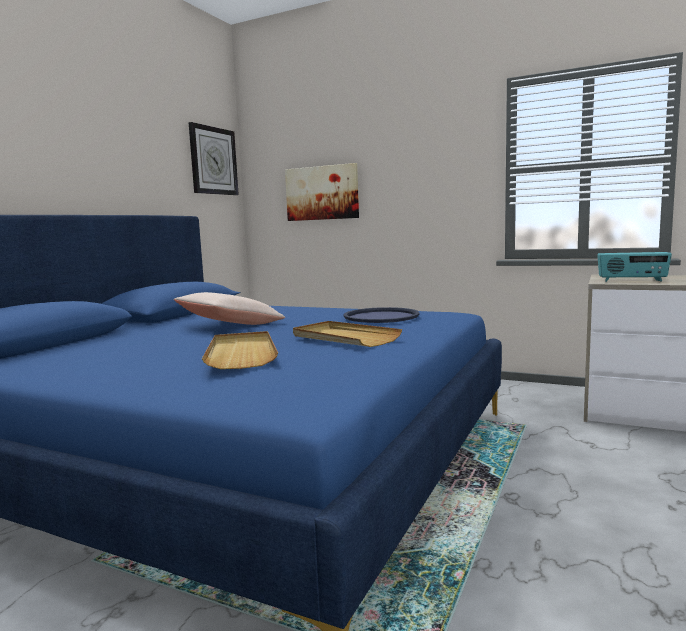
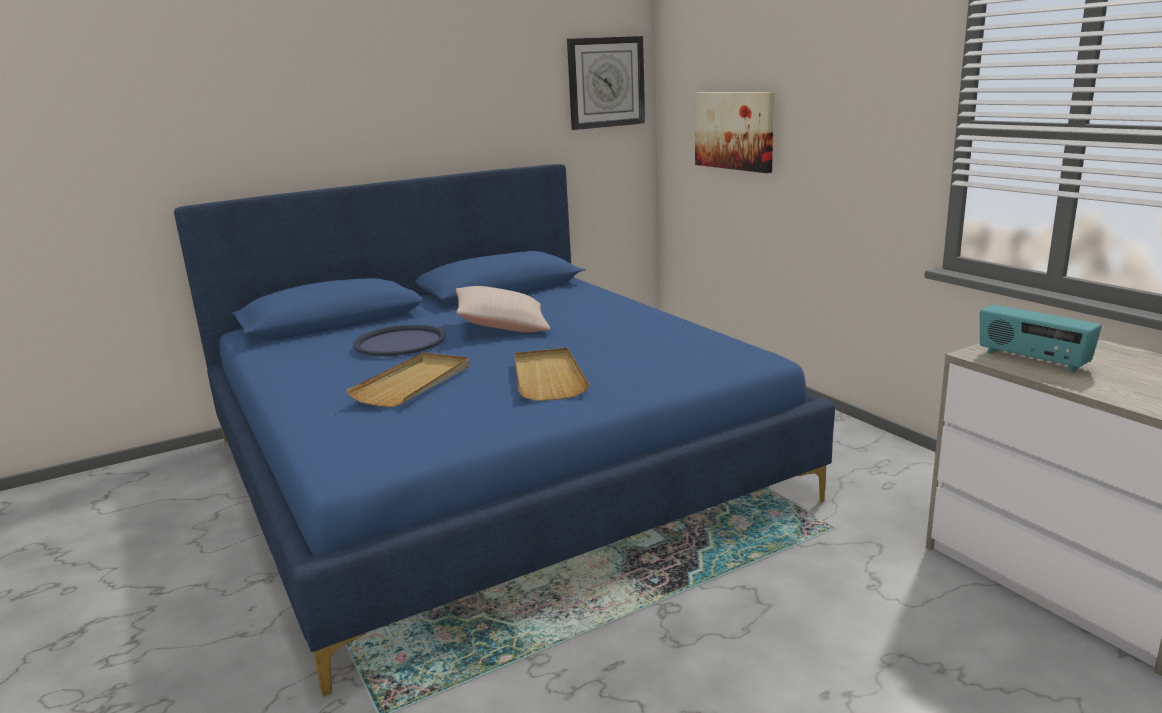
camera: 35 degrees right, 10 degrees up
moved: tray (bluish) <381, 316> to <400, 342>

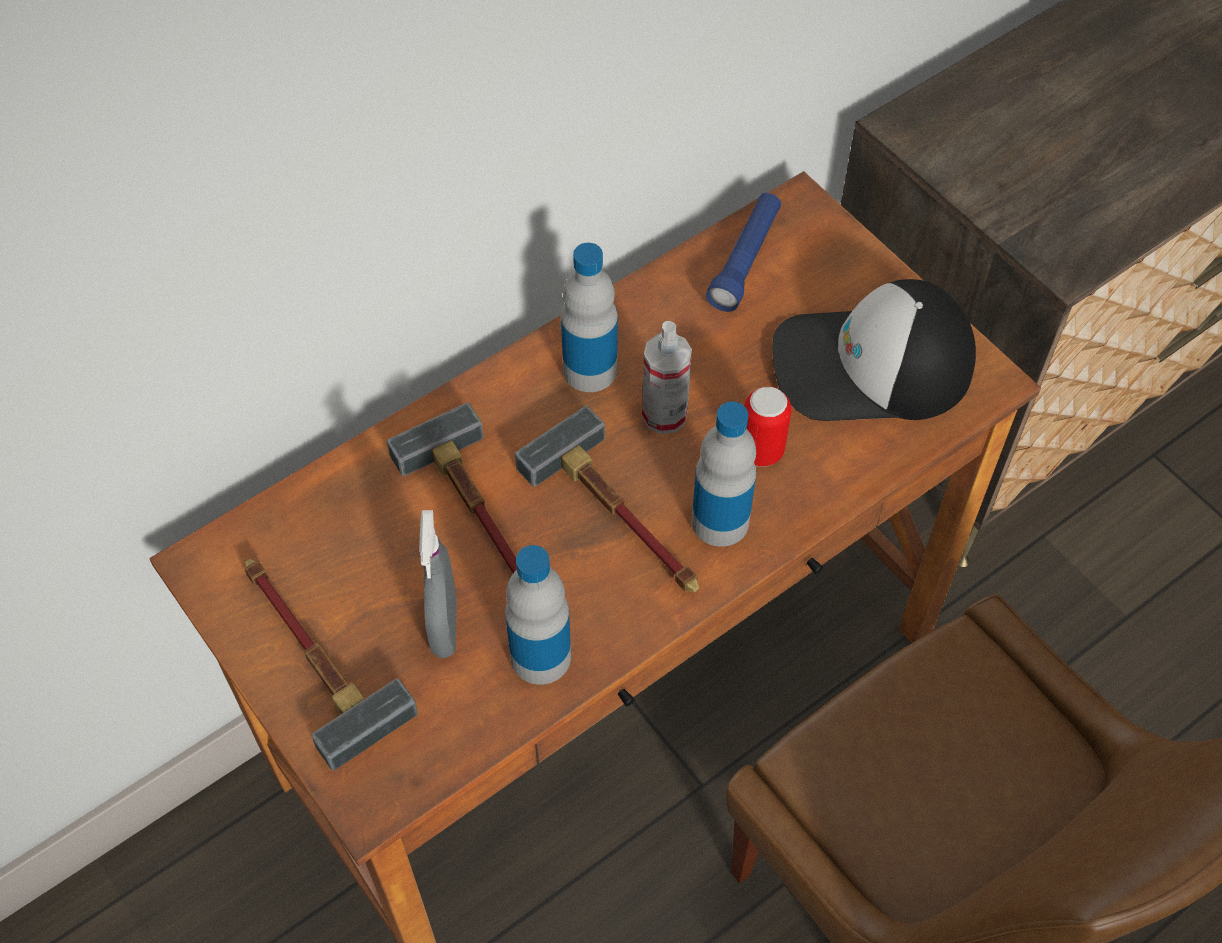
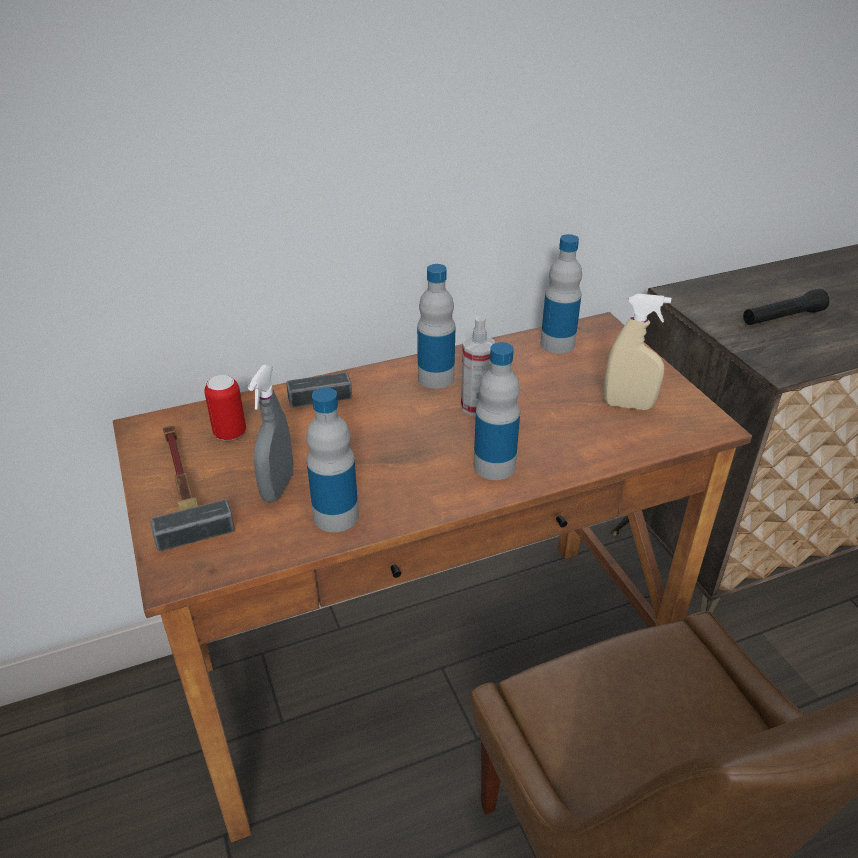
camera: 15 degrees right, 20 degrees down
removed: hammer <621, 518>
added: hand torch (blackish) <782, 318>
moved: metal can <761, 451> to <230, 433>
replaced: hand torch (bluish) <745, 260> to beverage bottle <557, 344>; cap <870, 366> to spray bottle (beige) <628, 405>

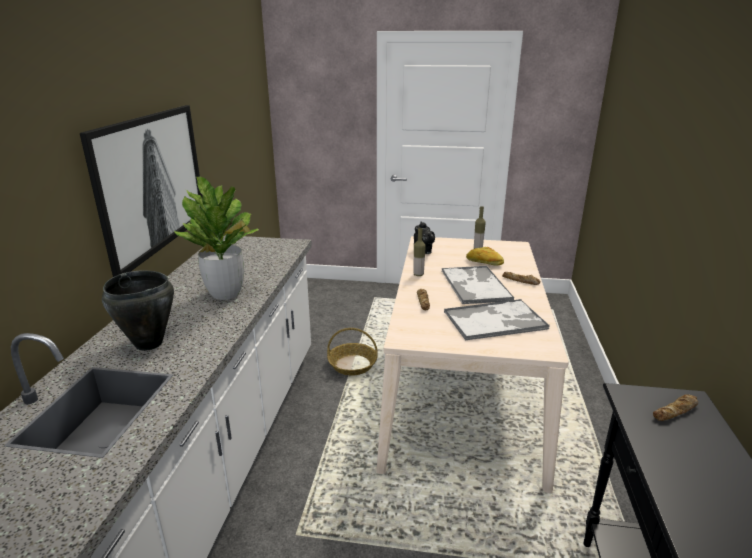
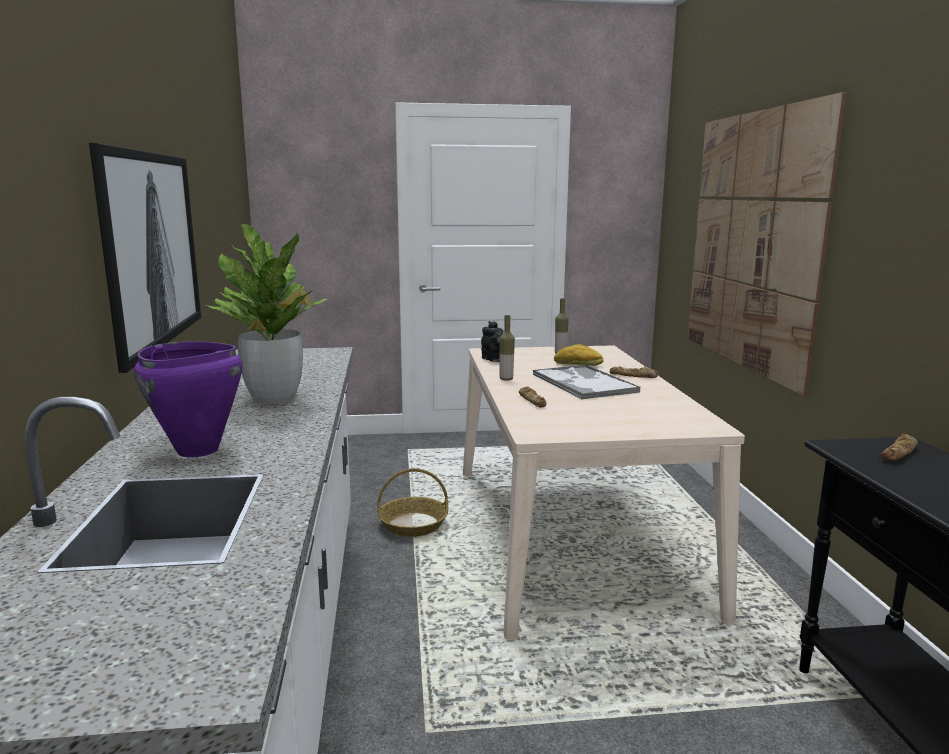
camera: 15 degrees left, 10 degrees down
removed: tray <495, 320>
added: picture <752, 241>
recoloured: saucepot (blackish) <148, 344> to saucepot (purple) <197, 451>

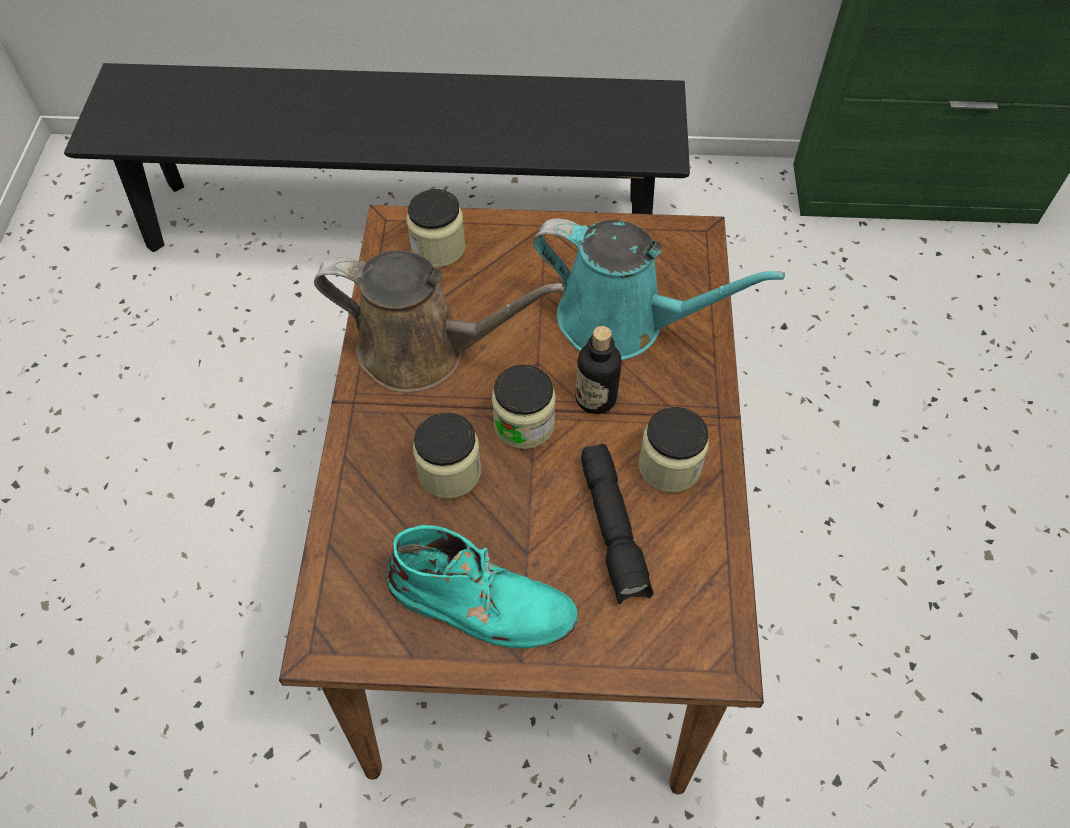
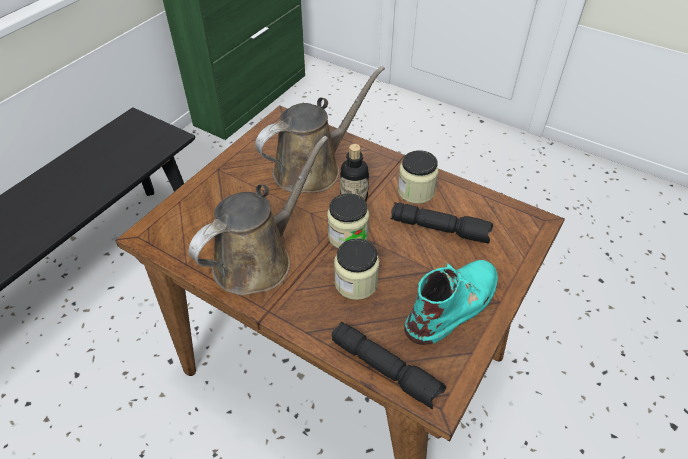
camera: 60 degrees left, 10 degrees down
removed: jar <438, 248>
added: hand torch (blackish) <386, 369>
recoloured: watering pot (turquoise-coloured) <621, 322> to watering pot (brown) <313, 168>

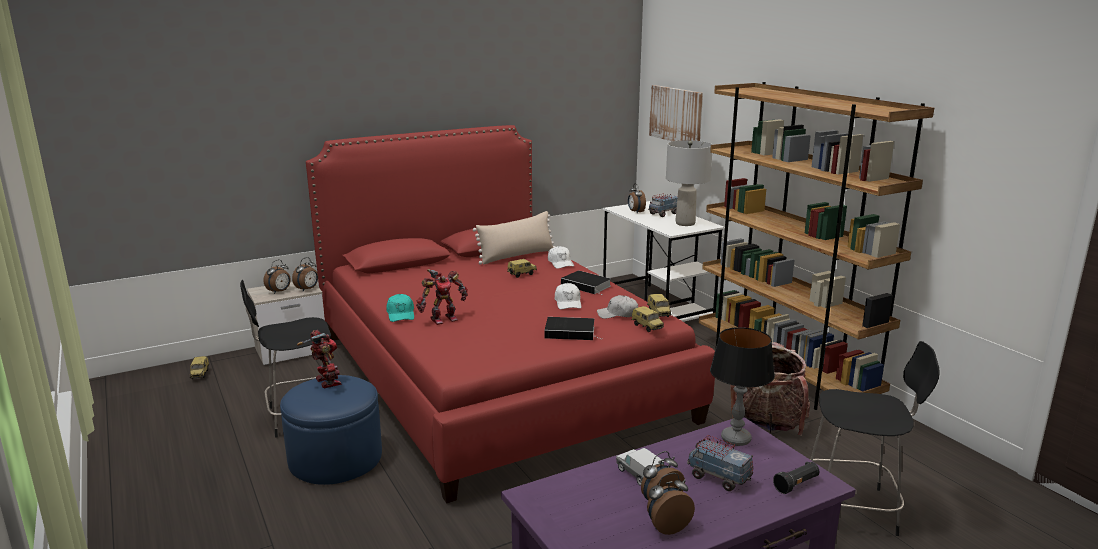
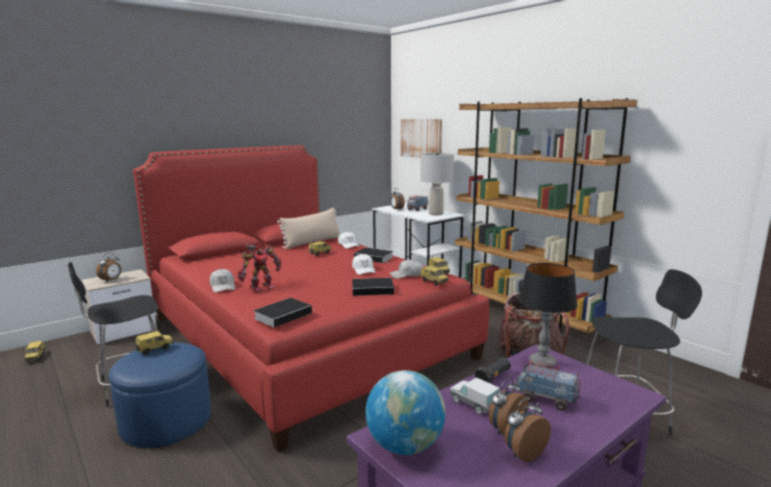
camera: 10 degrees left, 5 degrees down
removed: bedside clock <307, 289>
added: bound book <284, 315>; globe <405, 446>
moved: hand torch (blackish) <796, 485> to <493, 378>
replaced: toy robot <326, 382> to model car <155, 349>
recoloured: cap (turquoise-coloured) <401, 314> to cap (white-coloured) <223, 286>

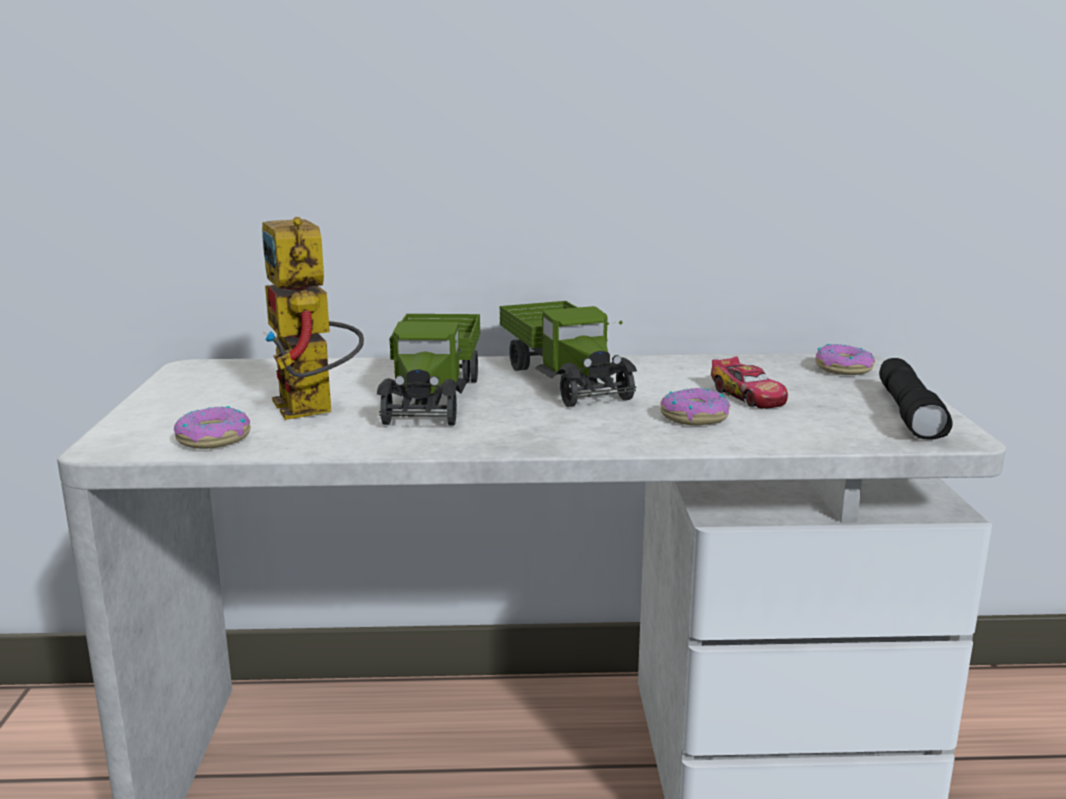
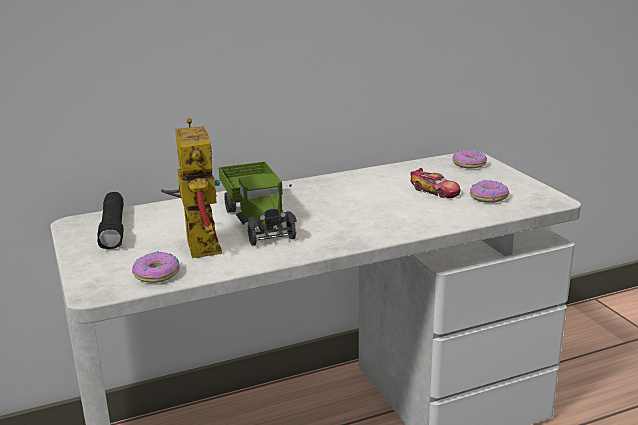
camera: 20 degrees left, 5 degrees up
removed: toy truck <566, 378>
moved: hand torch (blackish) <910, 414> to <114, 229>; ring doughnut <694, 417> to <488, 197>
turned: toy robot <313, 410> = <197, 243> 150 degrees counterclockwise

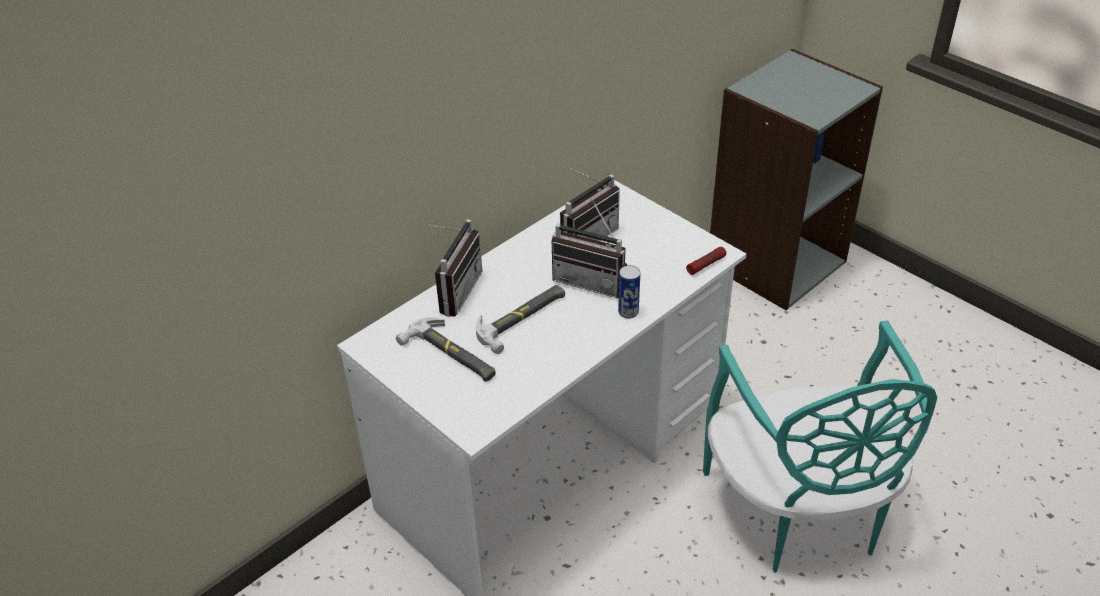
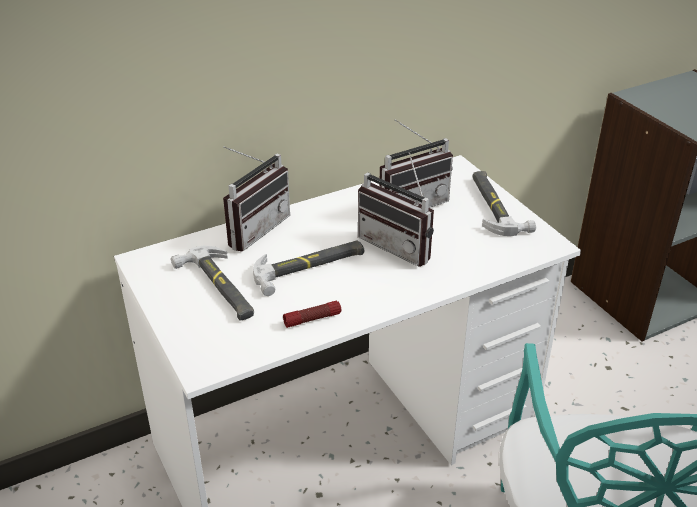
camera: 15 degrees right, 5 degrees down
removed: metal can <628, 312>
added: hammer <495, 206>
moved: hand torch <706, 265> to <312, 319>

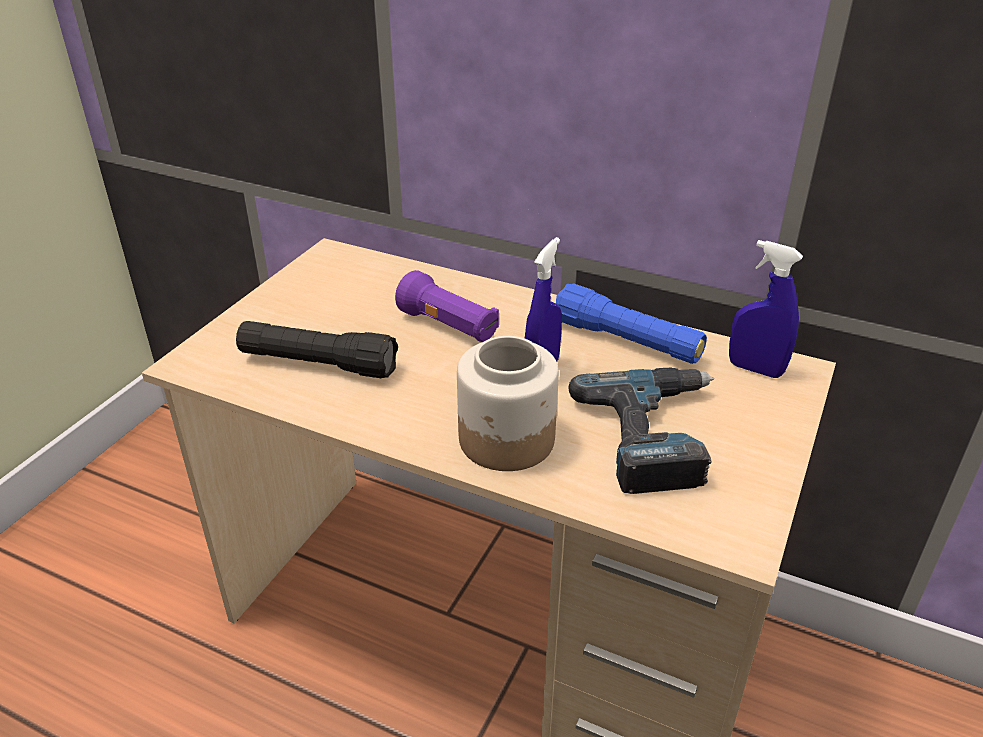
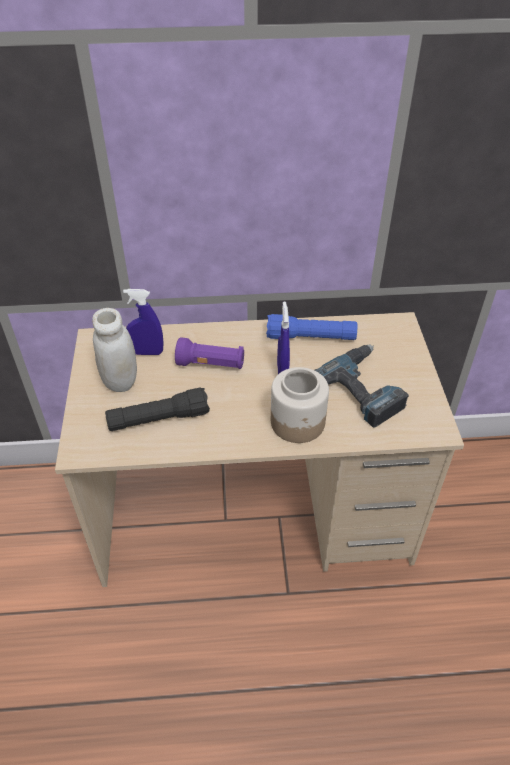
camera: 30 degrees left, 10 degrees up
added: jar (white-coloured) <120, 381>
moved: spray bottle (bluish) <755, 369> to <147, 352>

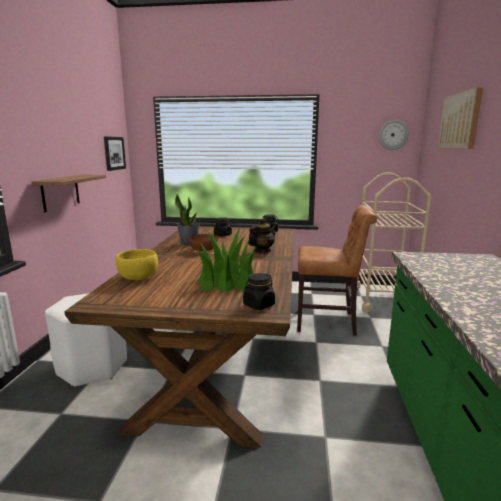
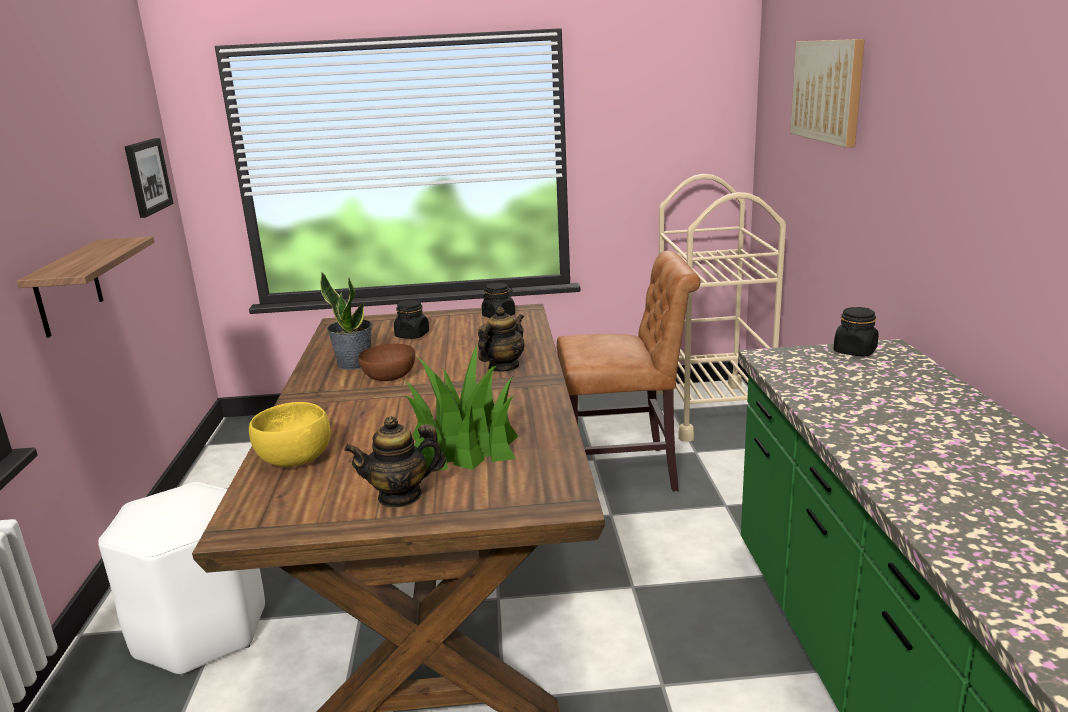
camera: 10 degrees left, 5 degrees up
removed: wall clock <393, 135>
added: pot for tea <400, 496>
moved: jar (blackish) <258, 305> to <855, 351>

